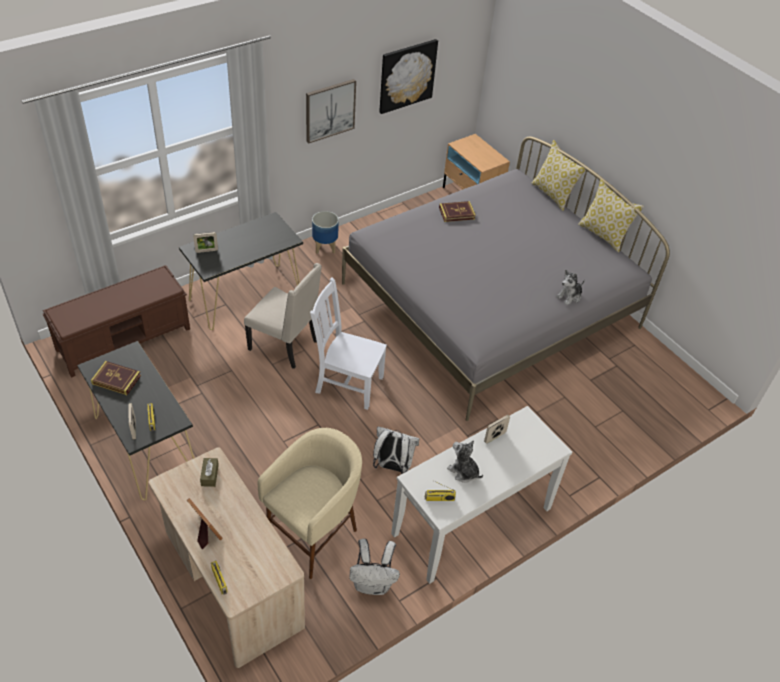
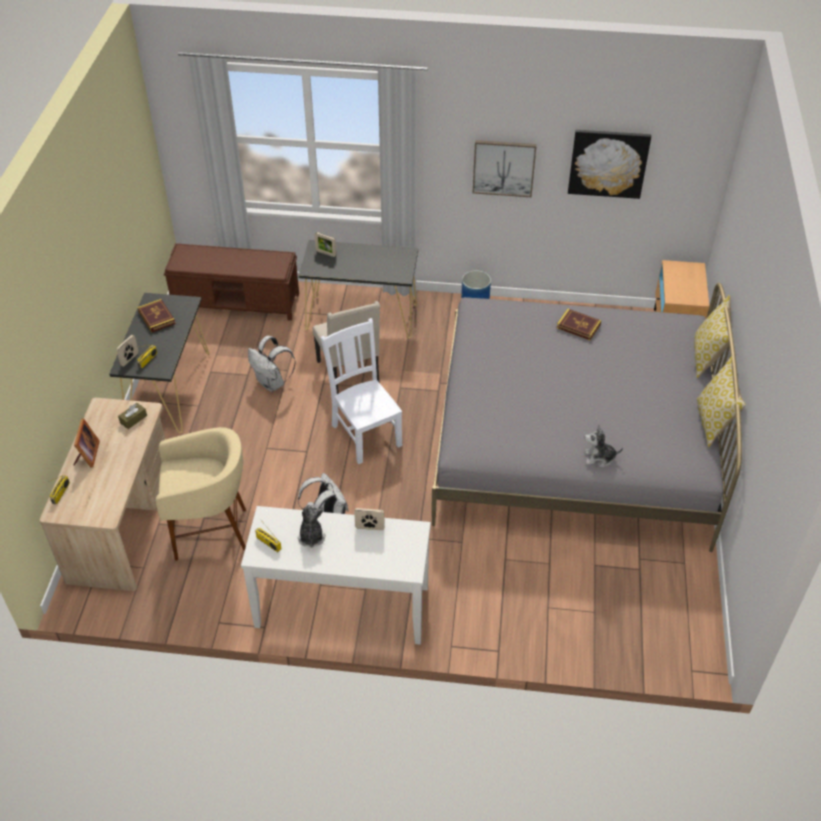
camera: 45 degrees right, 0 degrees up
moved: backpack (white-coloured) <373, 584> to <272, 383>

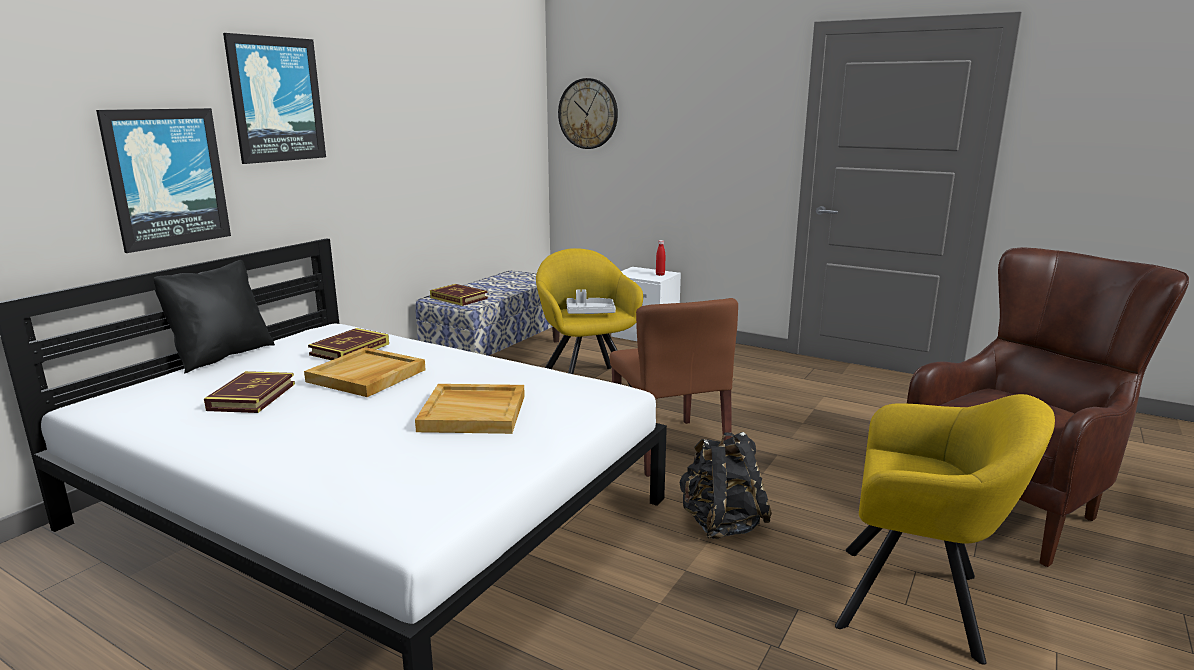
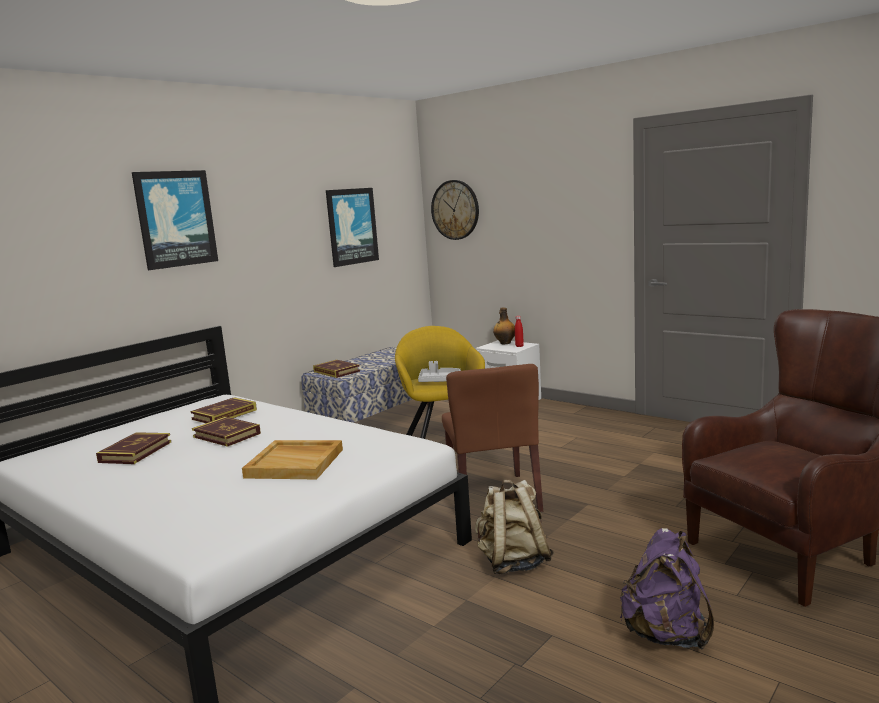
camera: 10 degrees right, 5 degrees down
removed: pillow (blackish) <221, 356>
added: beverage bottle <505, 343>
moved: picture <167, 178> to <351, 226>
replaced: tray (beige) <366, 376> to bound book <226, 435>; easy chair (yellowish) <920, 603> to backpack (purple) <666, 634>
recoloured: backpack (blackish) <721, 524> to backpack (beige) <513, 562>

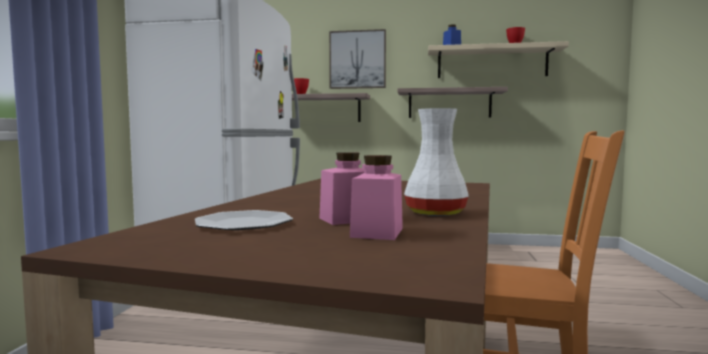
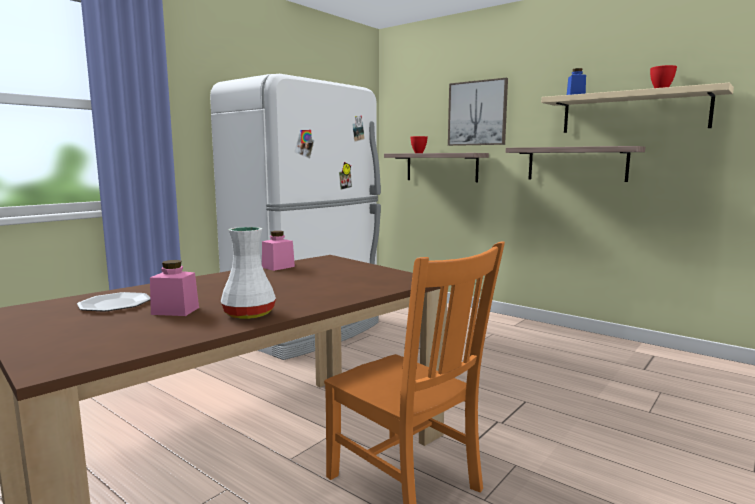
camera: 30 degrees right, 5 degrees up
moved: jar (pink-coloured) <377, 232> to <278, 267>

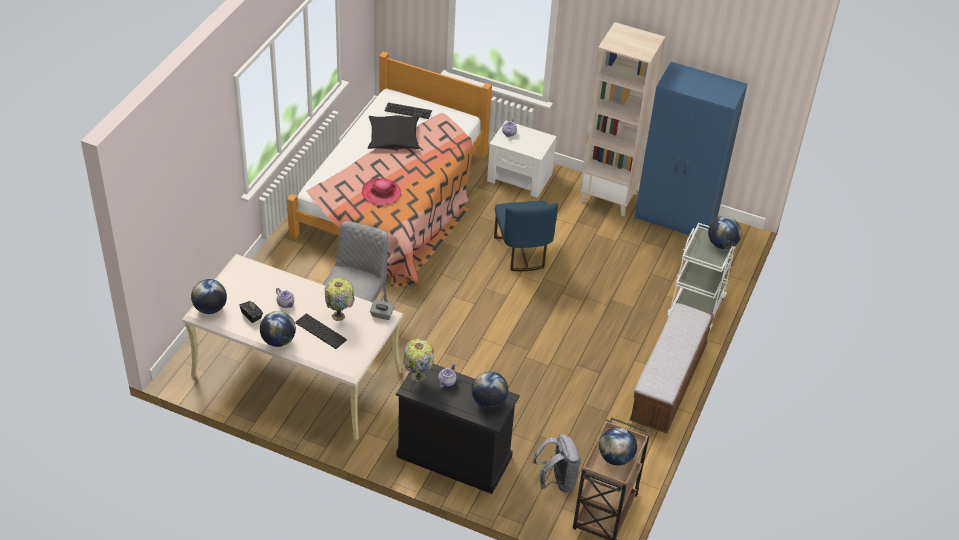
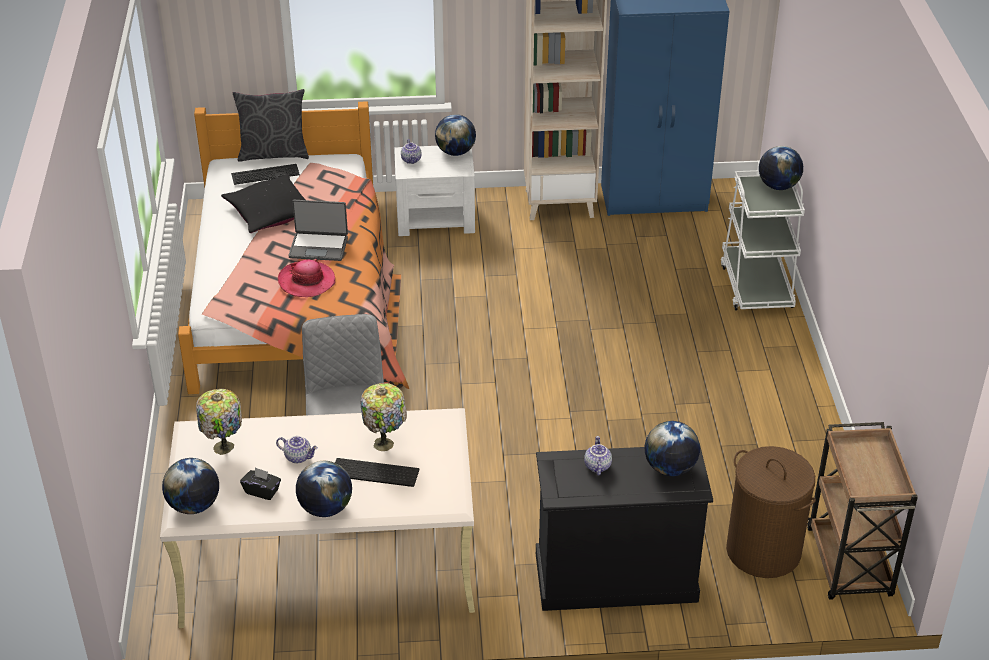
camera: 25 degrees left, 5 degrees down
removed: upright chair (bluish) <522, 252>; tissue holder (grey) <382, 315>; indoor bench <668, 384>
added: pillow (grey) <273, 153>; notebook computer <319, 247>
moved: table lamp <417, 377> to <223, 448>; globe <616, 458> to <455, 152>
replaced: backpack (grey) <556, 481> to laundry basket (brown) <763, 551>

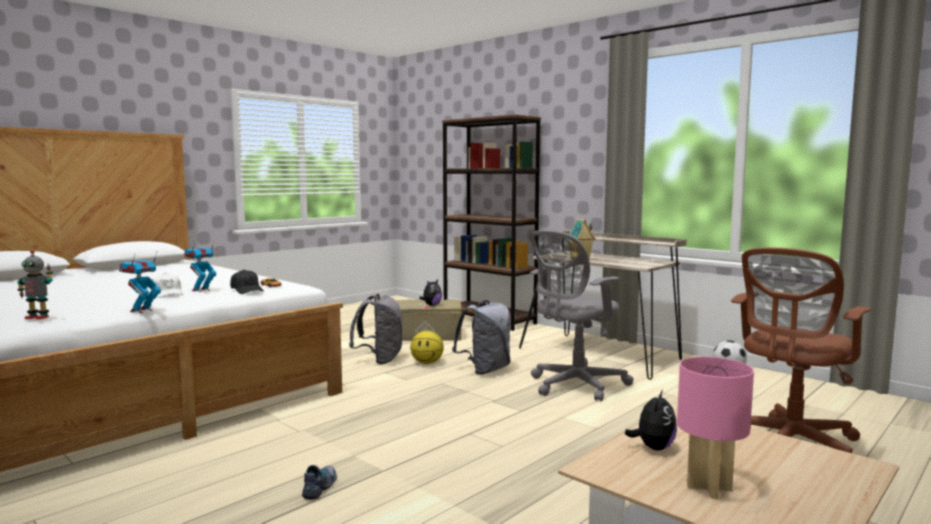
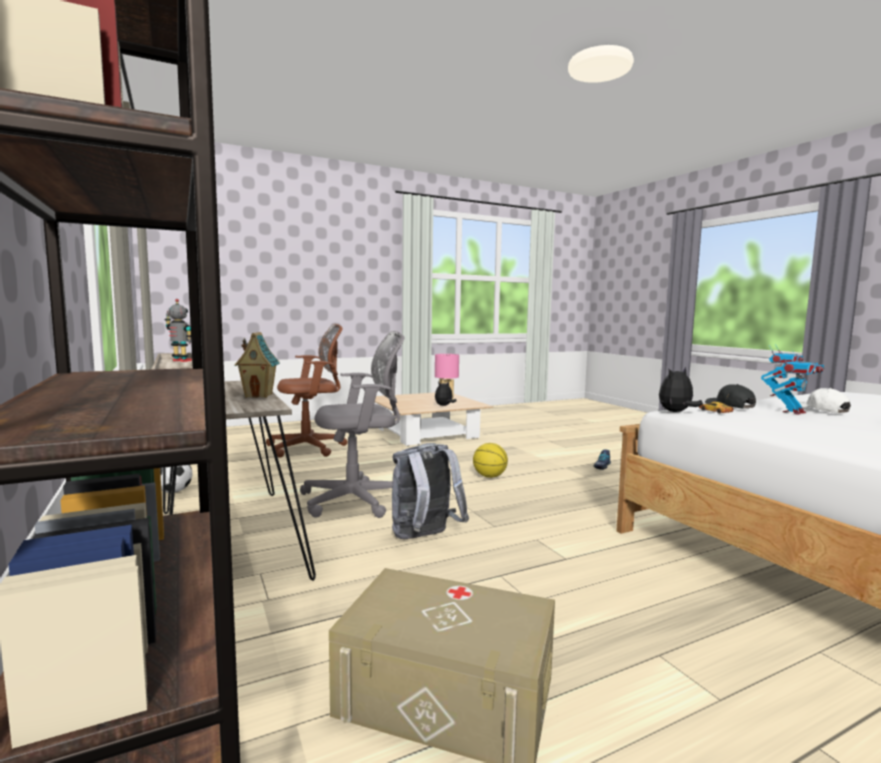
camera: 160 degrees left, 0 degrees up
removed: backpack (grey) <380, 360>
moved: toy robot <38, 317> to <180, 361>; cuddly toy <431, 305> to <676, 412>; basketball <427, 363> to <489, 476>

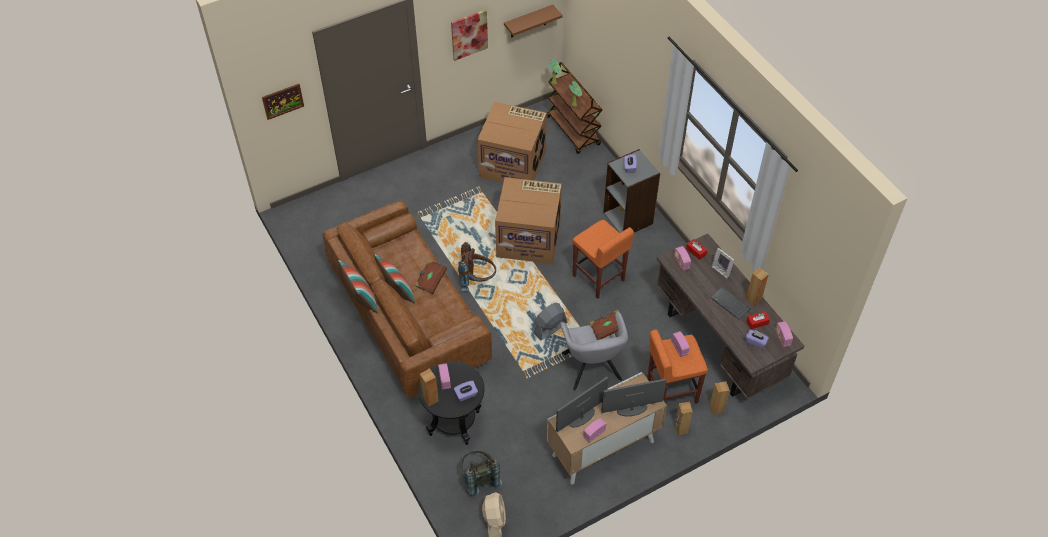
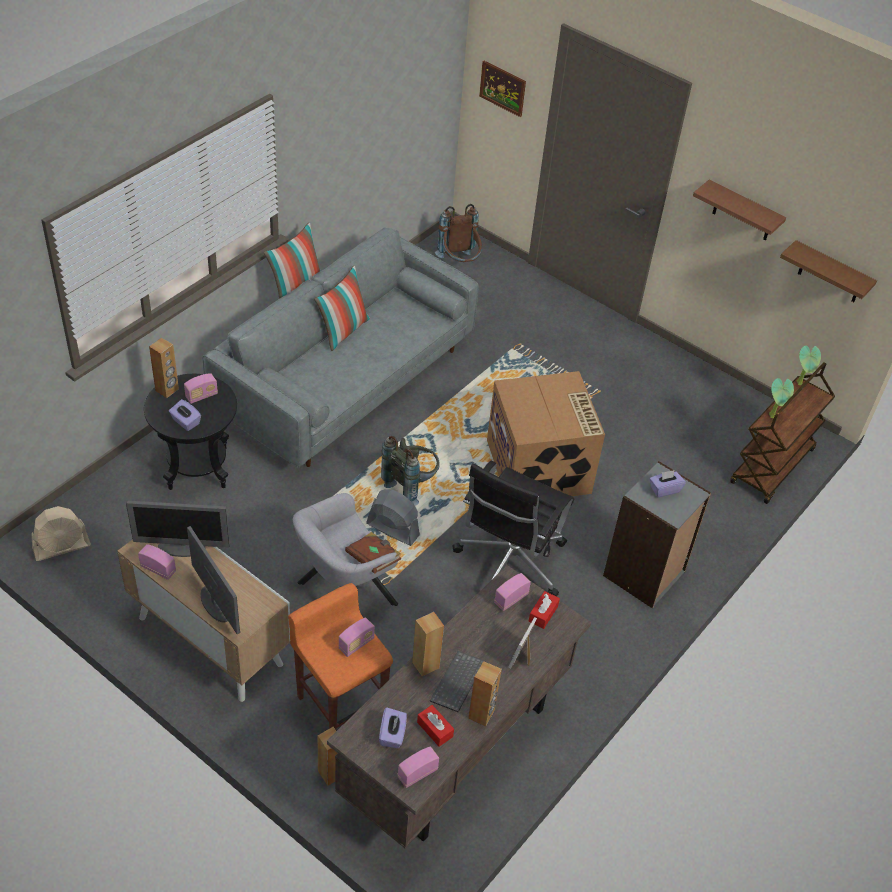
camera: 65 degrees right, 5 degrees down
removed: cardboard box <513, 163>; bound book (brown) <430, 280>
moved: backpack (brown) <477, 280> to <459, 263>; loudspeaker (brown) <680, 429> to <425, 665>; backpack (grey) <478, 479> to <411, 485>
replaced: picture <469, 34> to wall shelf (brown) <743, 212>; stool seat (orange-coloured) <598, 278> to desk chair (blackish) <509, 564>
recoloured: sofa (brown) <409, 317> to sofa (grey) <345, 381>
turned: monitor <581, 417> = <182, 548> 150 degrees clockwise

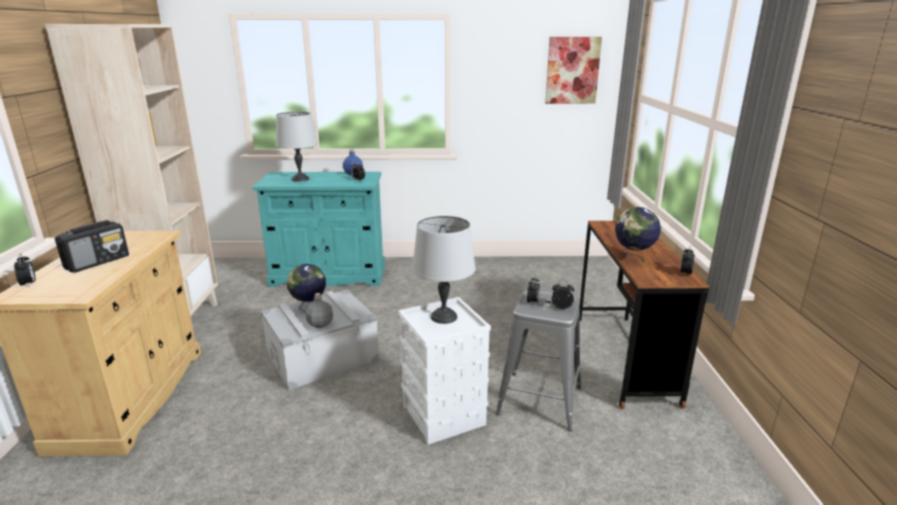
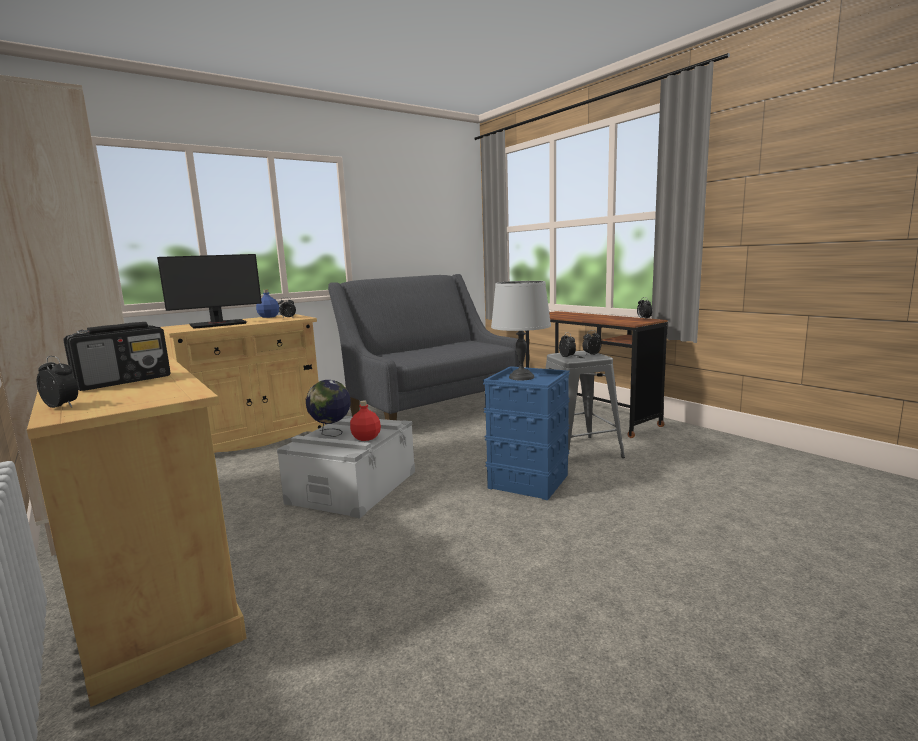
camera: 35 degrees left, 10 degrees down
removed: picture <572, 70>; globe <633, 259>
added: sofa (grey) <432, 407>
replaced: table lamp (grey) <301, 179> to monitor <218, 324>
recoloured: storage cabinet (turquoise-coloured) <328, 275> to storage cabinet (beige) <254, 438>; beverage bottle (grey) <320, 324> to beverage bottle (reddish) <366, 437>; storage bin (white-coloured) <445, 415> to storage bin (bluish) <529, 481>
turned: radio <98, 262> = <125, 382> 45 degrees clockwise

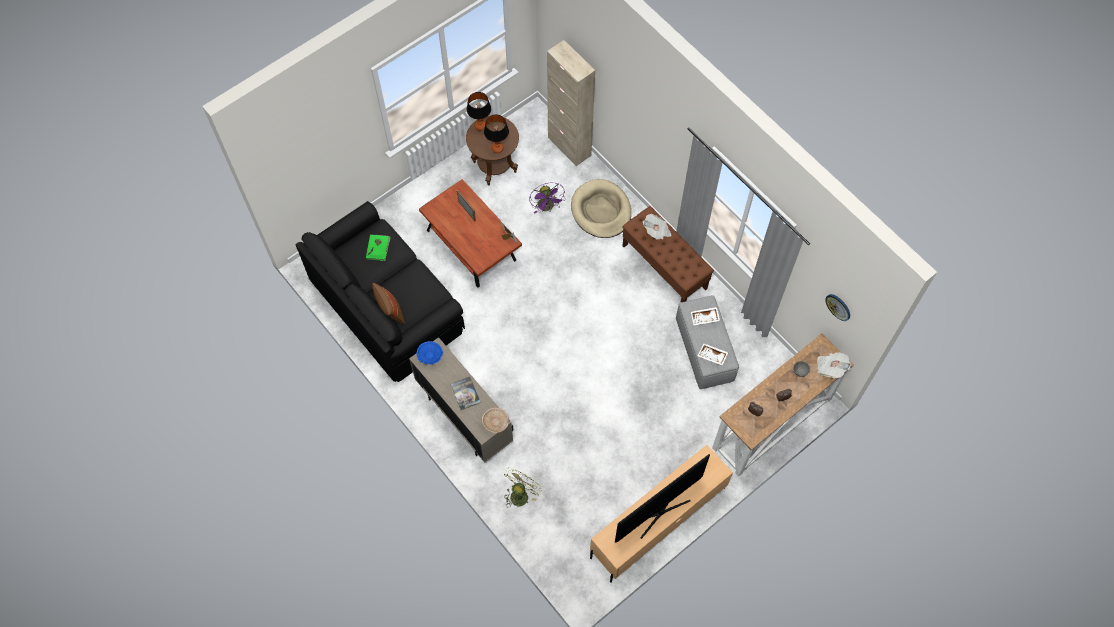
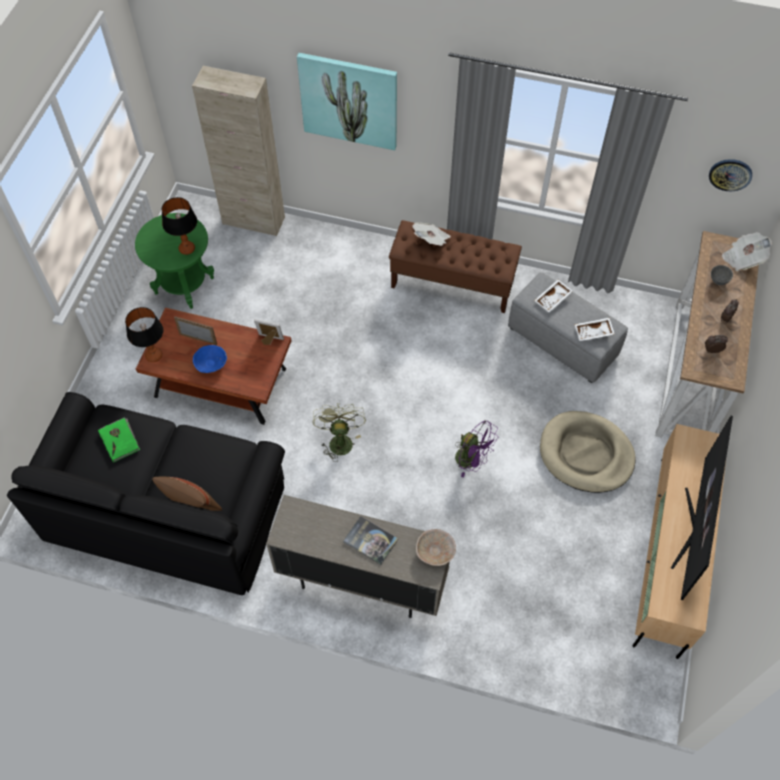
camera: 35 degrees left, 5 degrees down
added: picture <349, 100>
moved: table lamp <480, 126> to <153, 356>; pet bed (beige) <601, 211> to <586, 454>; fan (purple) <547, 207> to <472, 460>; deep dish (bluish) <430, 355> to <211, 363>; fan (green-coloured) <520, 493> to <339, 440>
recoloured: accent table (brown) <494, 167> to accent table (green-coloured) <184, 285>

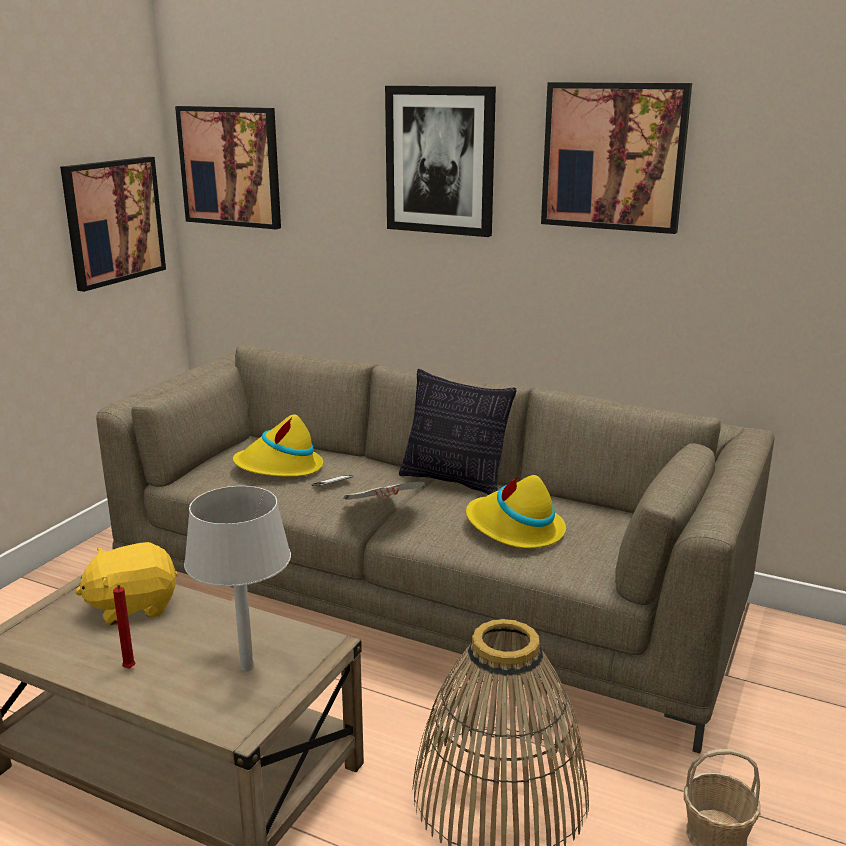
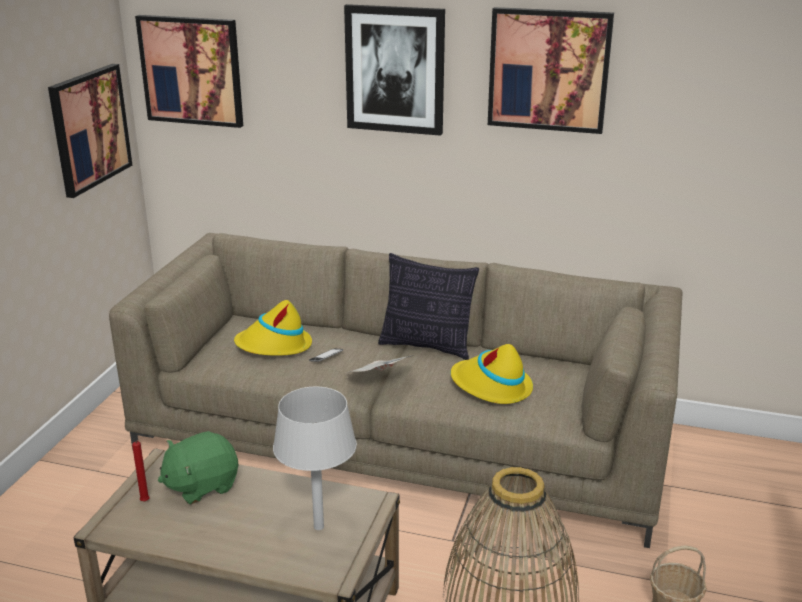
camera: 10 degrees left, 5 degrees up
moved: candle (reddish) <129, 669> to <145, 502>
recoloured: cuddly toy (yellowish) <133, 606> to cuddly toy (green-coloured) <201, 485>

